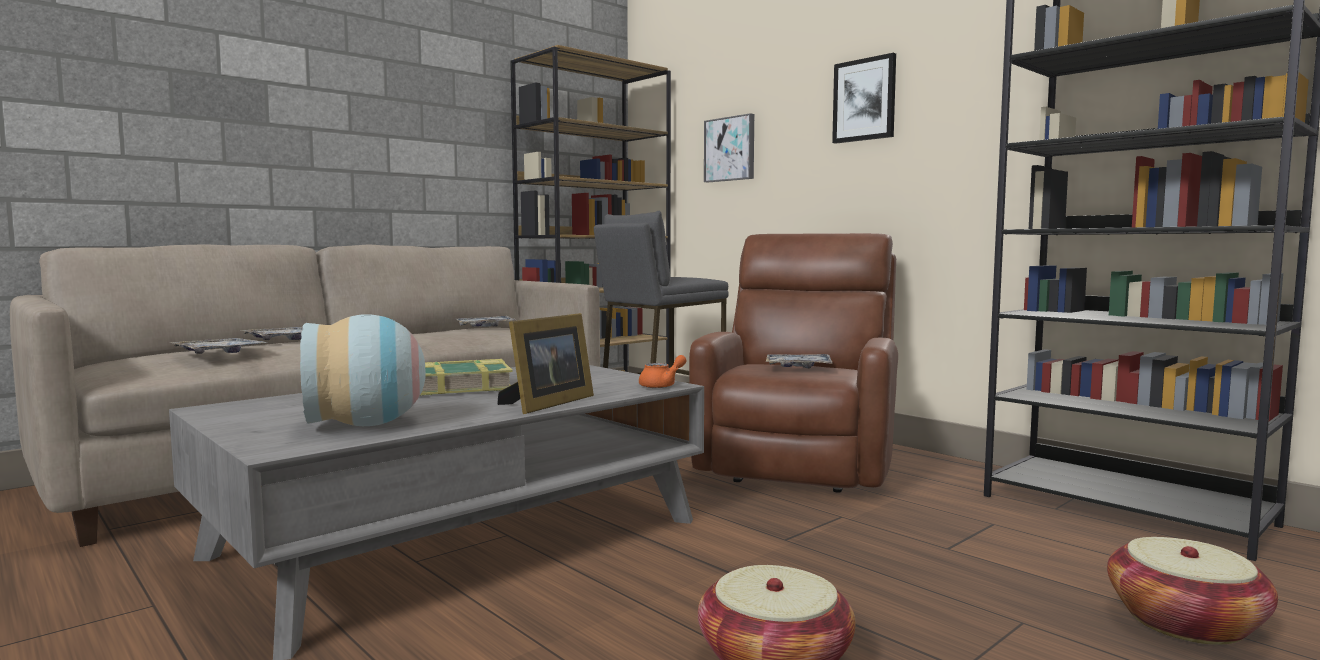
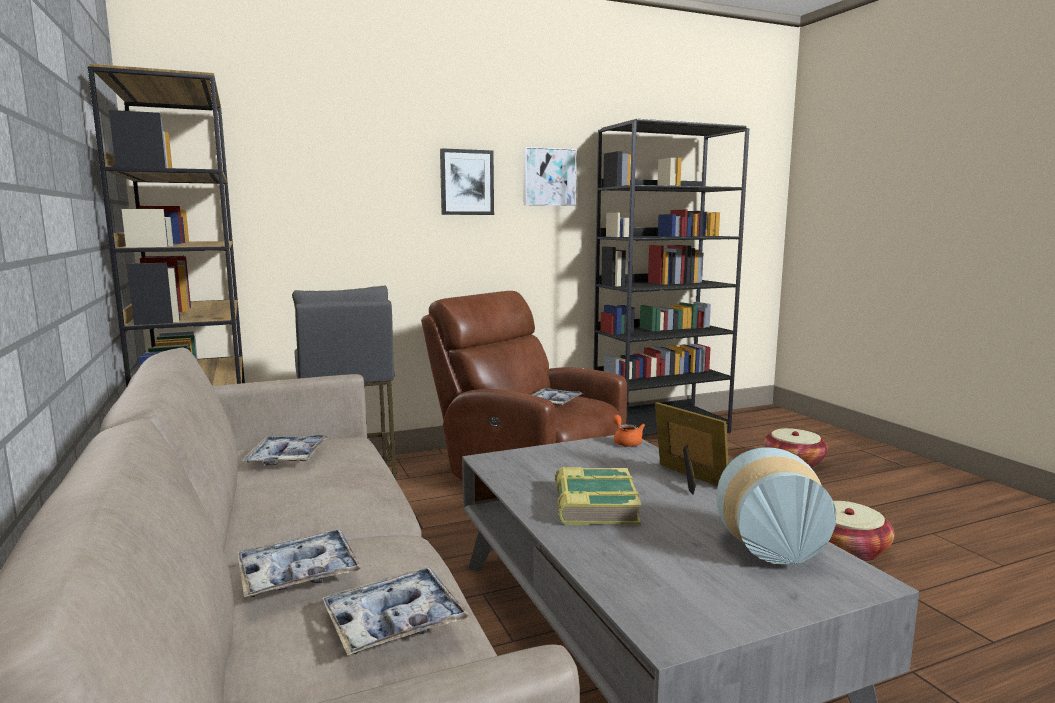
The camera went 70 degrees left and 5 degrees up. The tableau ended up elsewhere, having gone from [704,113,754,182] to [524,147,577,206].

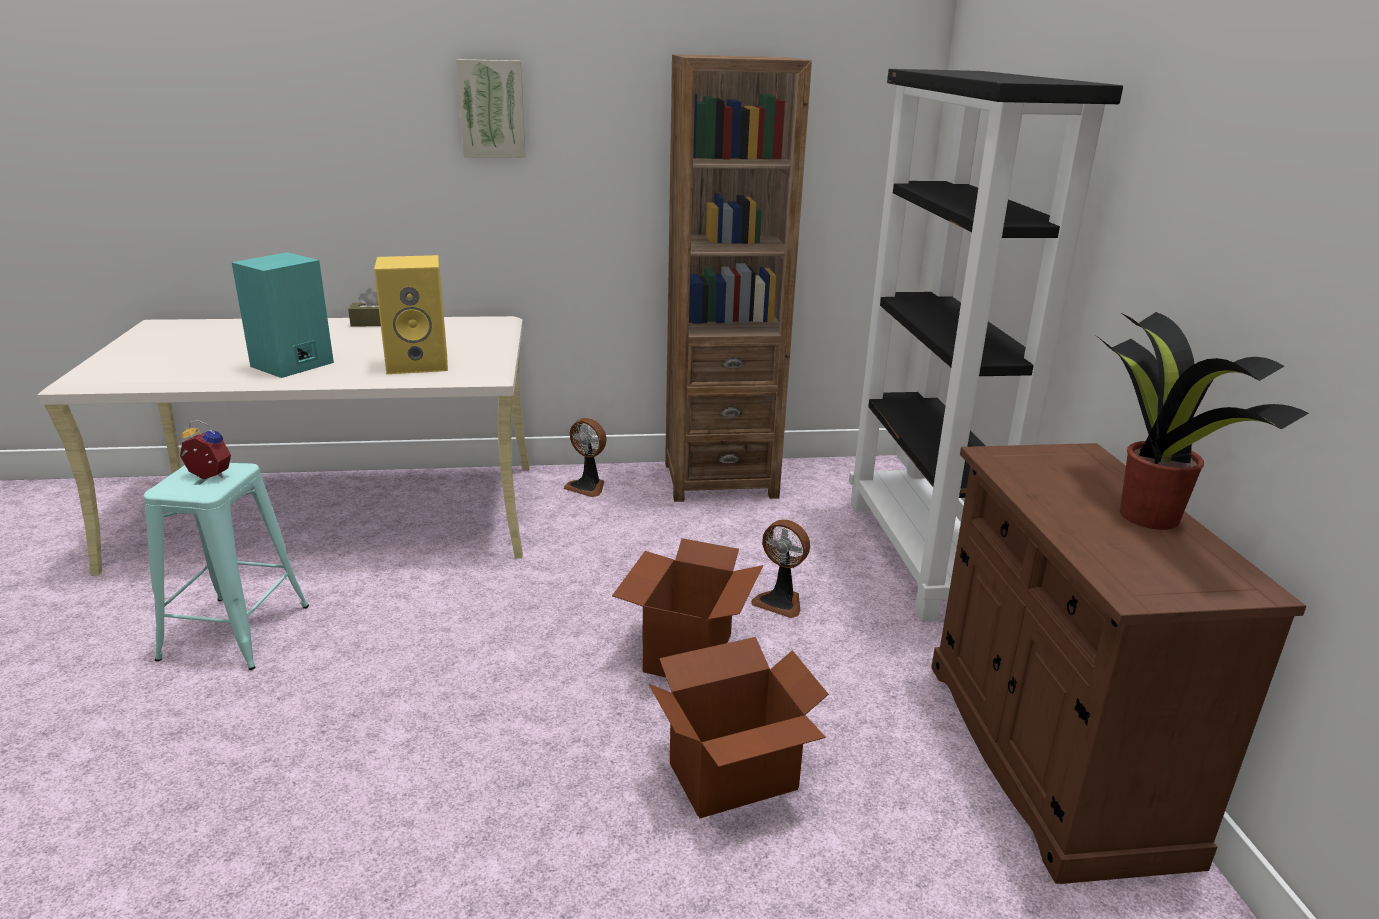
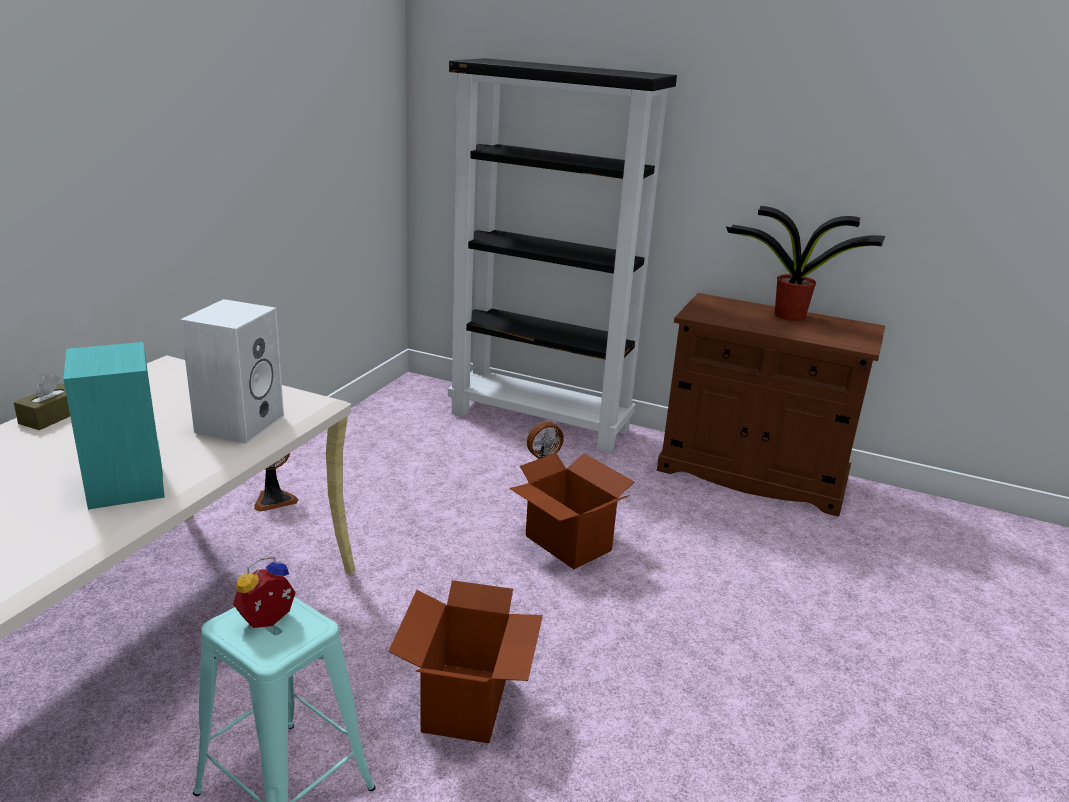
The camera went 60 degrees left and 0 degrees up. The second view lost the bibliothèque (marron) at [665,54,812,502]. The second view lost the tableau at [456,59,525,158]. What was the enceinte (jaune) at [374,255,448,374] turned into the enceinte (blanc) at [180,299,284,444]. The carton ended up elsewhere, having gone from [648,637,829,818] to [388,580,543,743].

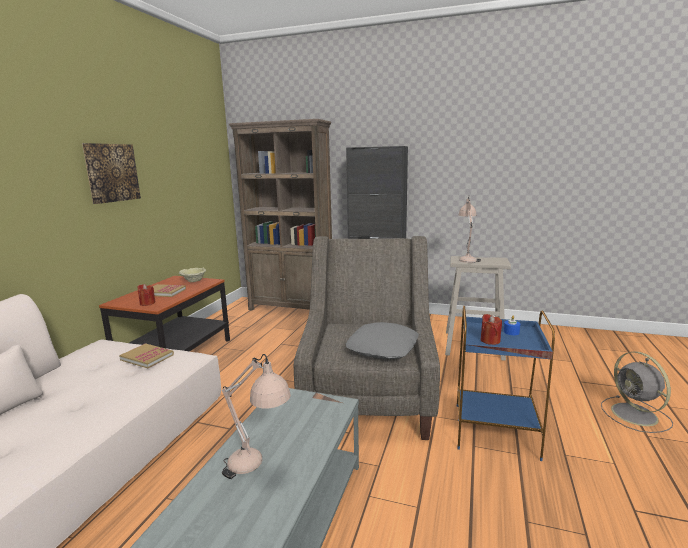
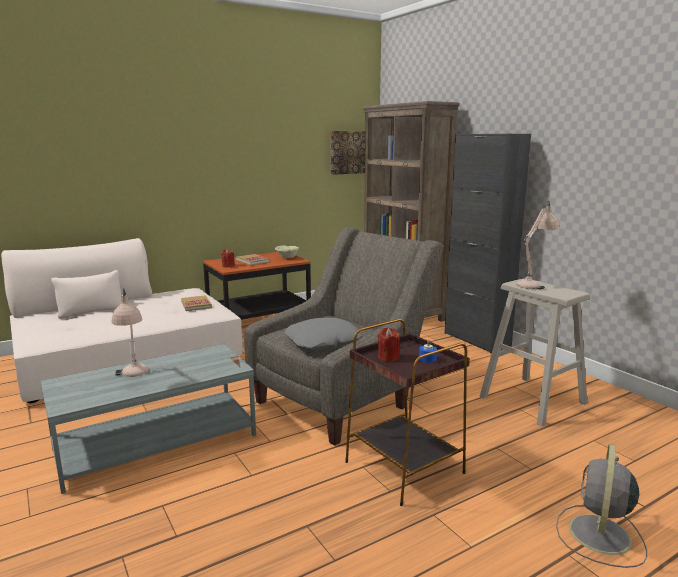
The camera went 40 degrees right and 0 degrees up. The tableau ended up elsewhere, having gone from [82,143,141,204] to [330,131,365,175]. What was the table d'appoint (bleu) at [457,306,555,461] turned into the table d'appoint (marron) at [345,319,470,506].

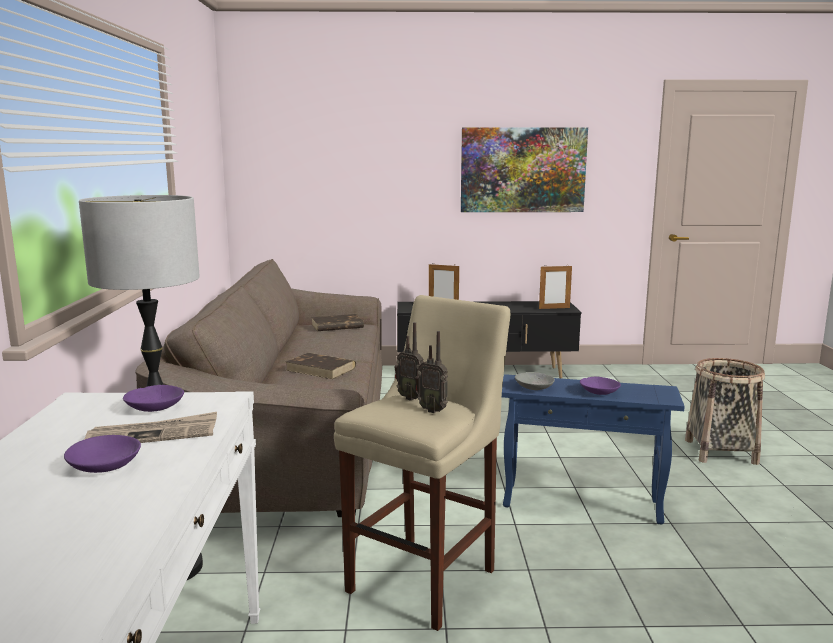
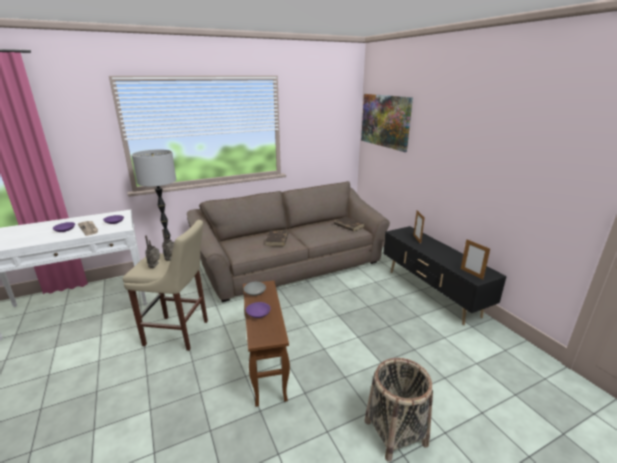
The camera went 65 degrees right and 10 degrees up. The tableau ended up elsewhere, having gone from [461,127,588,212] to [361,94,413,152]. What was the table d'appoint (bleu) at [502,374,685,525] turned into the table d'appoint (marron) at [243,281,290,407].

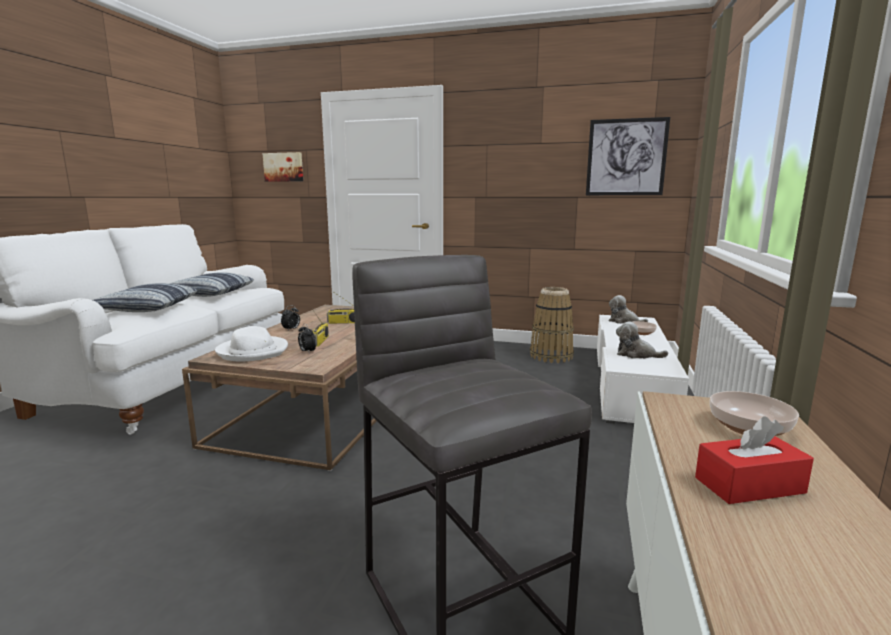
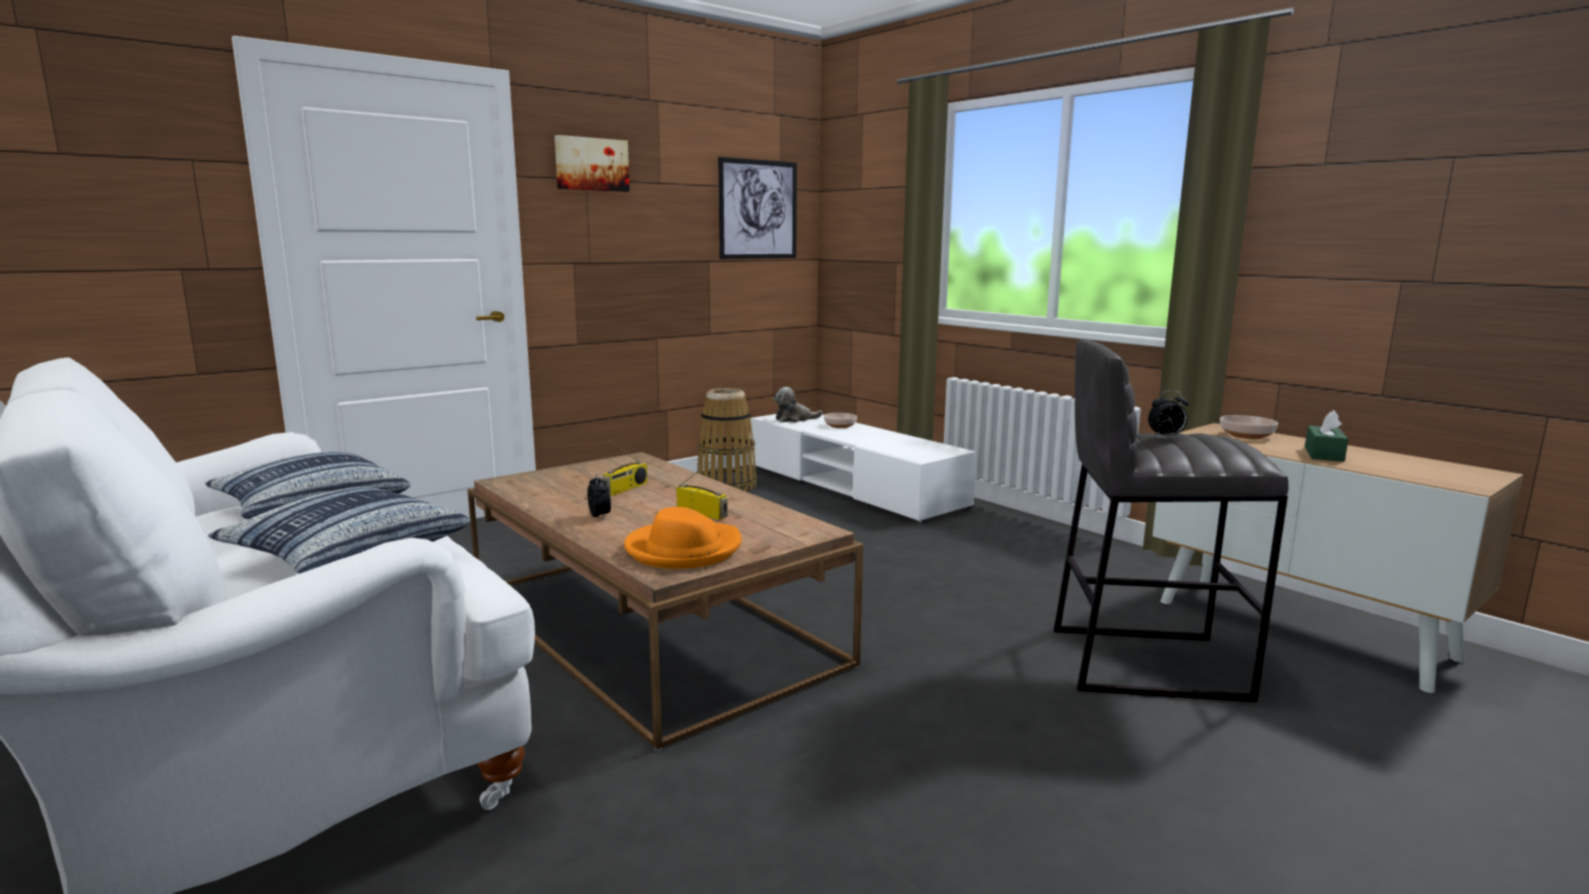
The camera went 55 degrees left and 0 degrees up. The tableau ended up elsewhere, having gone from [262,152,303,182] to [555,135,630,192]. The second view lost the peluche at [616,321,668,358]. The réveil ended up elsewhere, having gone from [298,324,316,354] to [1148,390,1189,437]. What was the chapeau (blanc) at [215,326,288,361] turned into the chapeau (orange) at [624,507,741,569]. What was the boîte à mouchoirs (rouge) at [695,416,814,504] turned into the boîte à mouchoirs (vert) at [1305,410,1348,462].

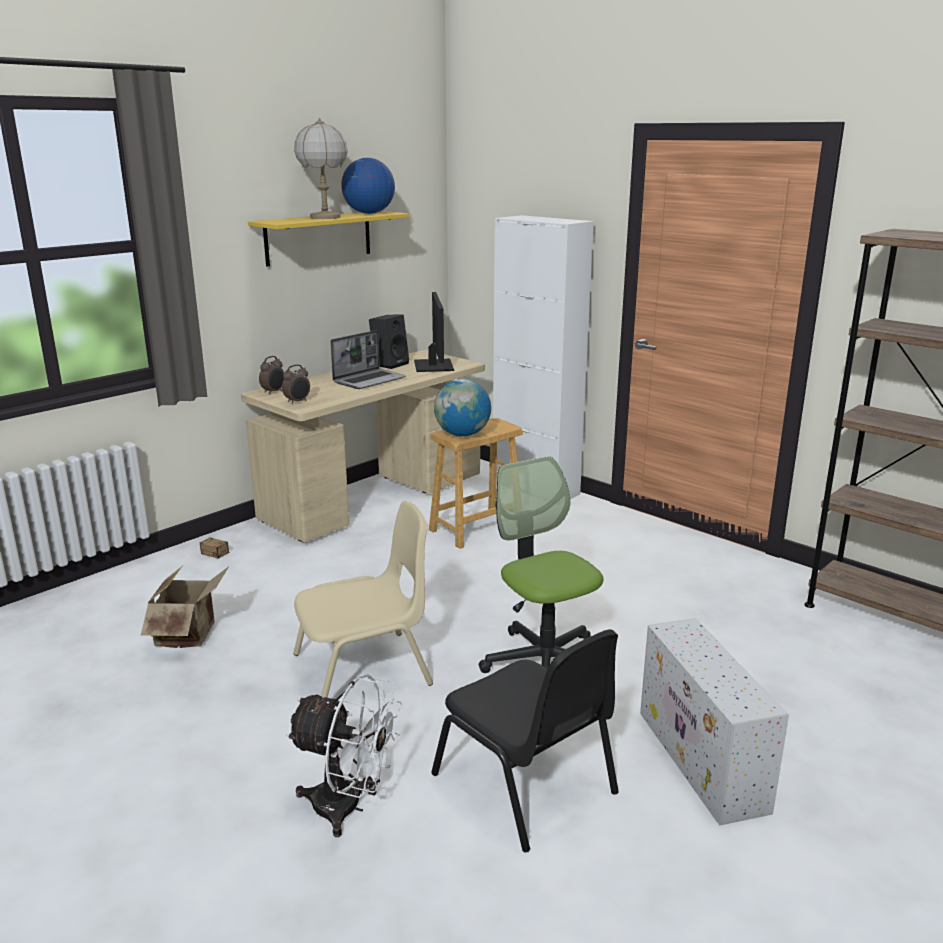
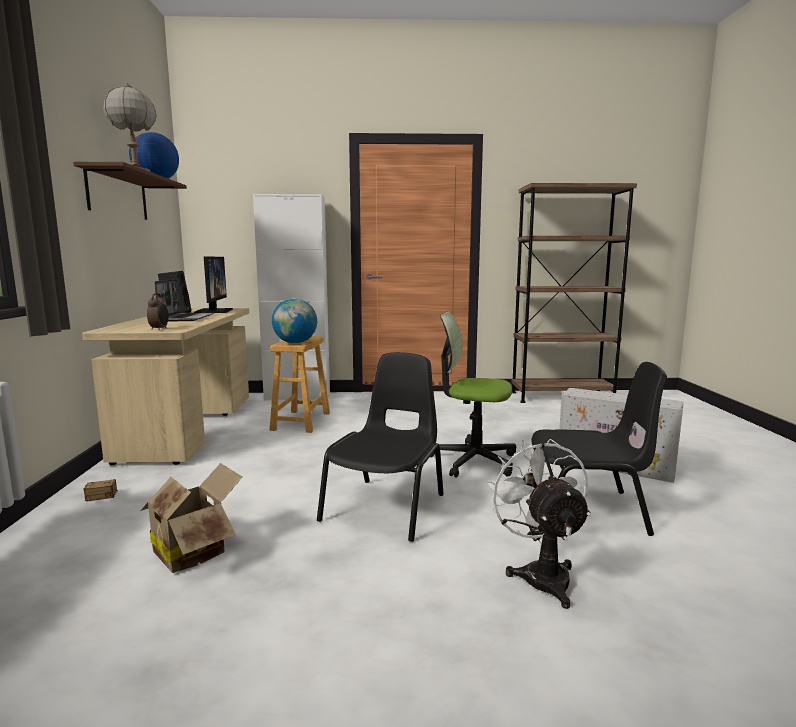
The camera went 45 degrees left and 10 degrees down. What was the étagère (jaune) at [248,211,409,266] turned into the étagère (marron) at [73,162,187,220]. The écran d'ordinateur at [414,292,454,372] ended up facing another way, 45 degrees clockwise from before. The second view lost the réveil at [259,356,284,394]. What was the chaise (beige) at [293,501,433,698] turned into the chaise (noir) at [317,352,444,542]. The ventilateur (blanc) at [285,674,402,837] ended up facing another way, 75 degrees counterclockwise from before.

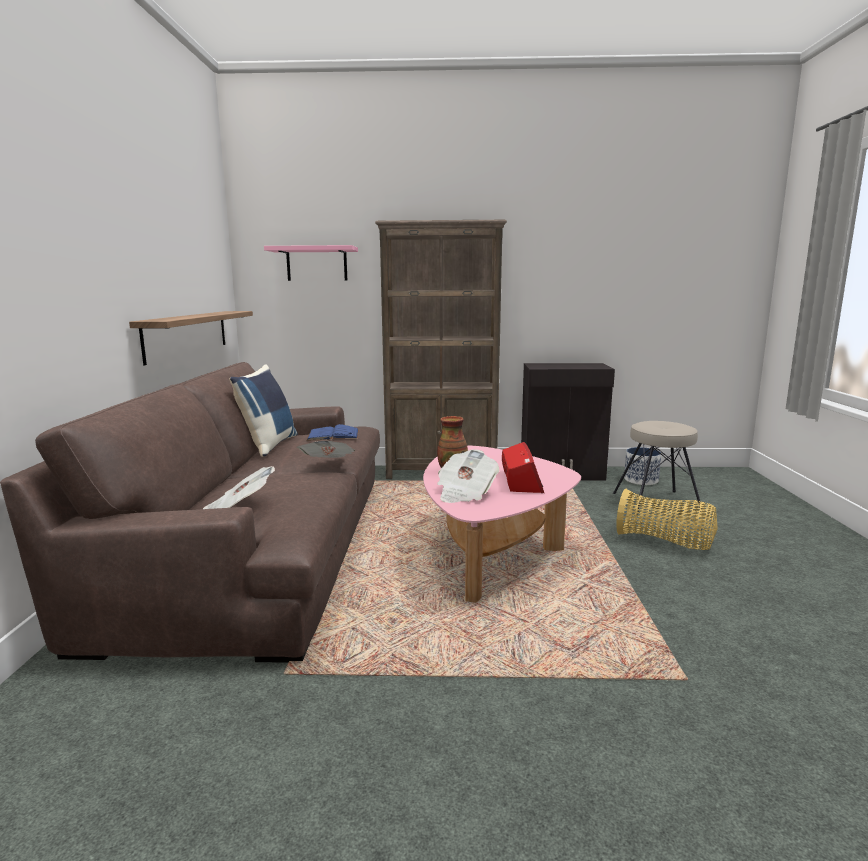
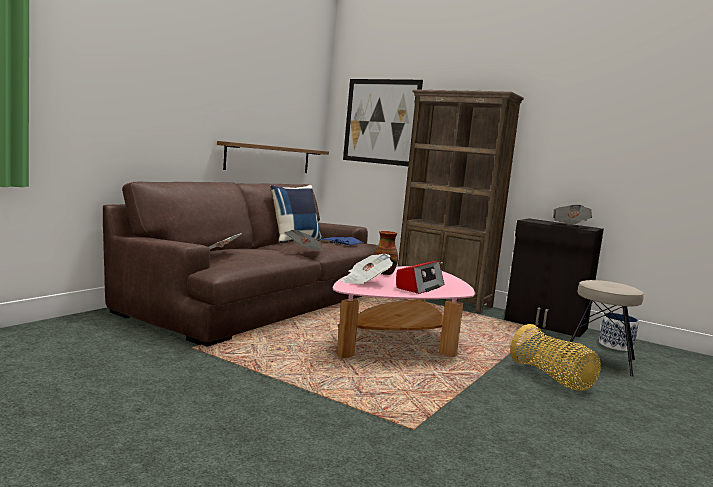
The camera went 30 degrees right and 5 degrees down. Where the étagère (rose) hung at [264,245,358,281], the tableau came to hang at [343,79,423,166]. The second view gained the journal at [553,205,592,224].

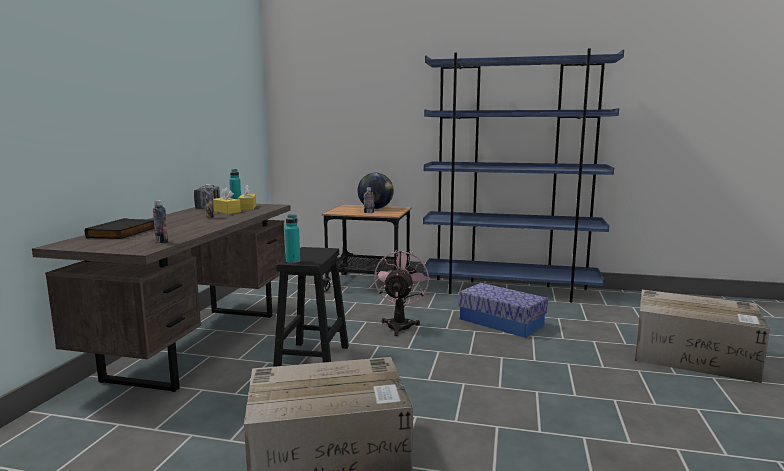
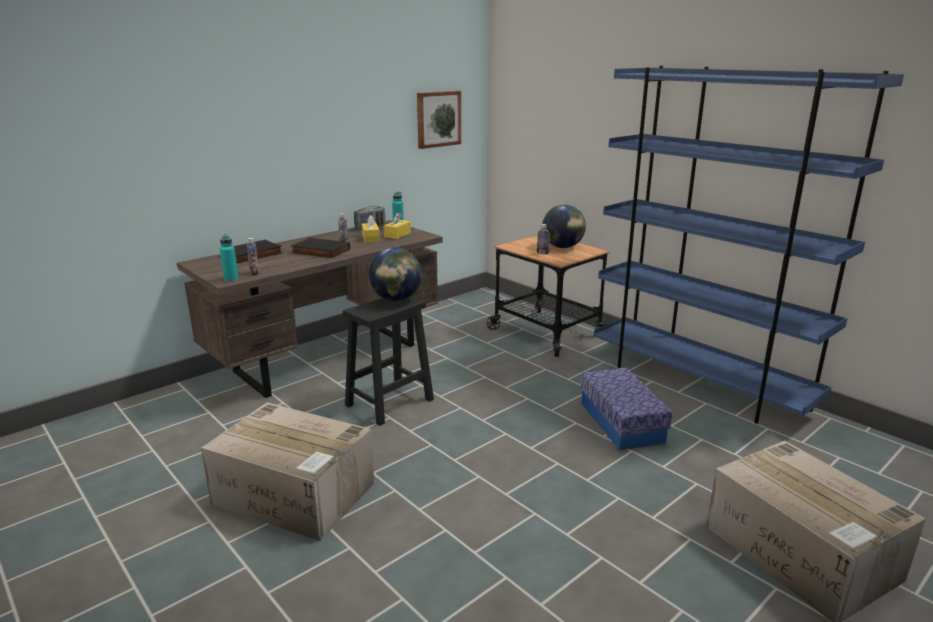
The camera went 35 degrees right and 10 degrees up. The bouteille (turquoise) ended up elsewhere, having gone from [285,214,300,263] to [220,234,239,282]. The second view lost the ventilateur (rose) at [374,251,430,336]. The second view gained the tableau at [417,91,461,149]. The second view gained the livre (noir) at [291,238,350,258]. The second view gained the globe at [368,247,422,301].

